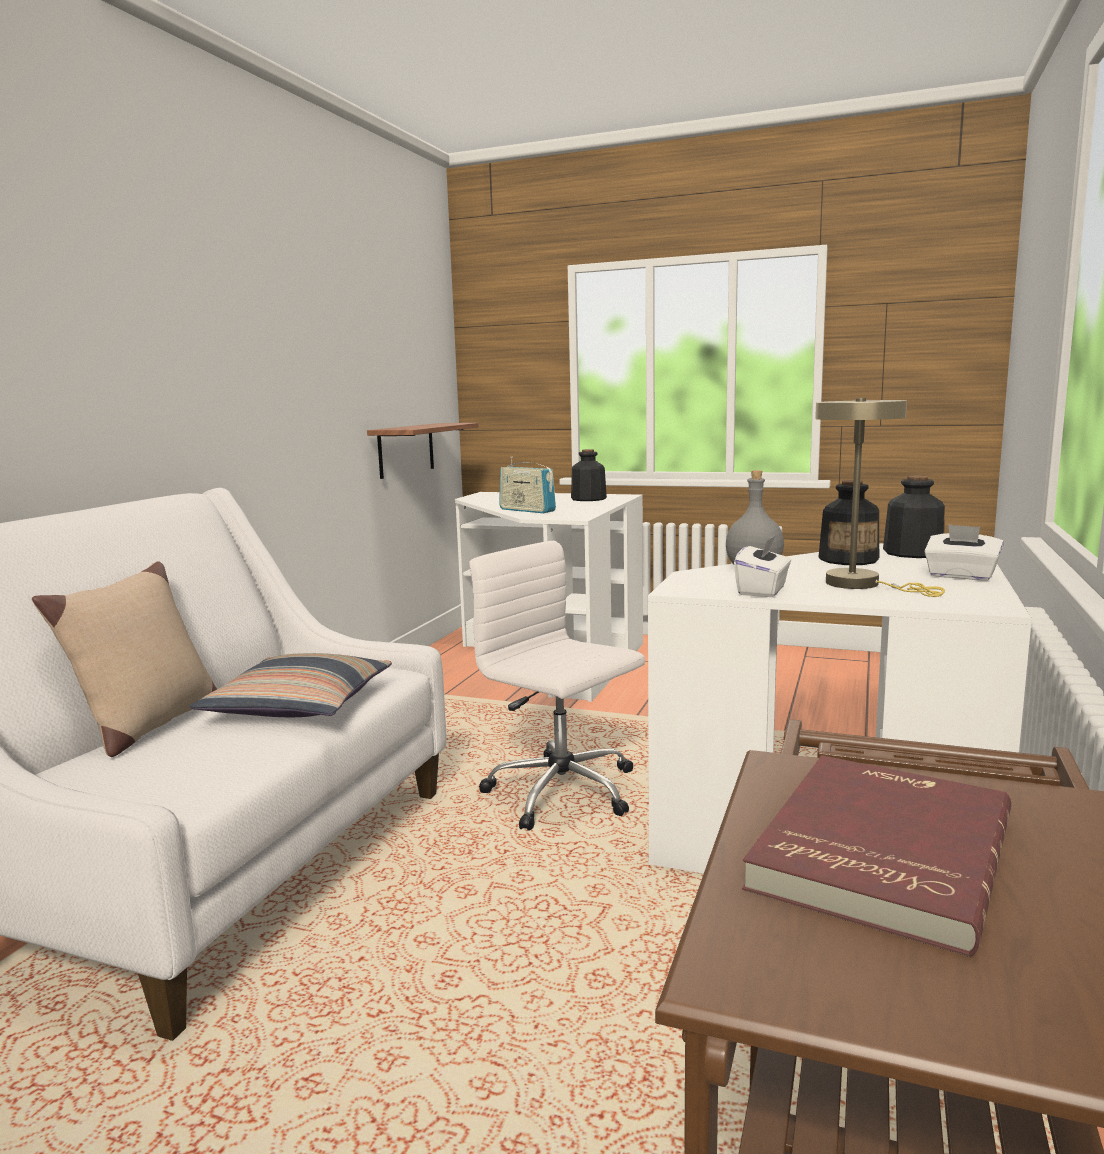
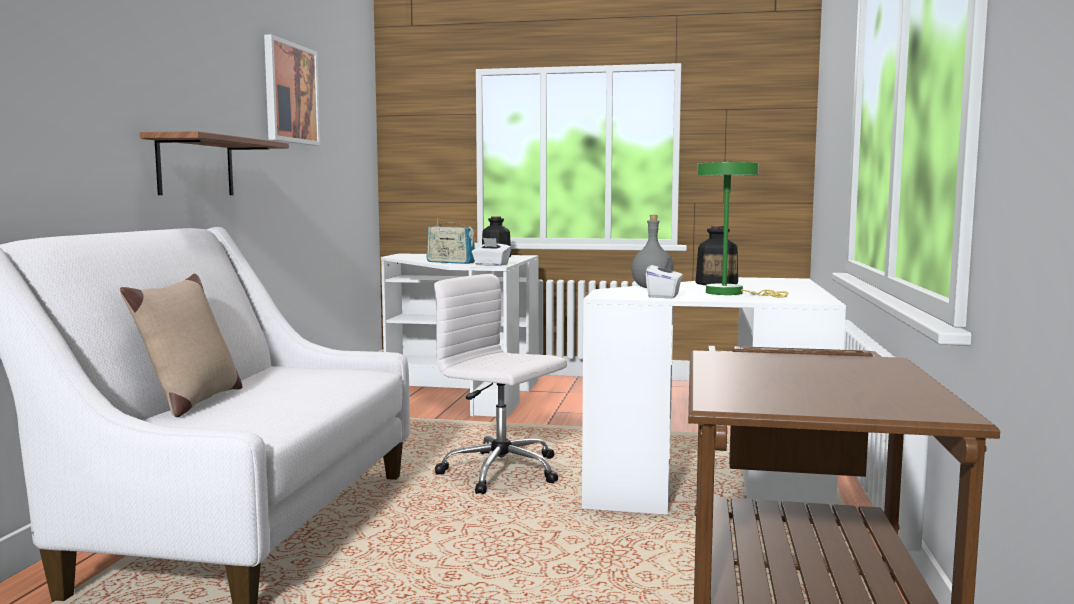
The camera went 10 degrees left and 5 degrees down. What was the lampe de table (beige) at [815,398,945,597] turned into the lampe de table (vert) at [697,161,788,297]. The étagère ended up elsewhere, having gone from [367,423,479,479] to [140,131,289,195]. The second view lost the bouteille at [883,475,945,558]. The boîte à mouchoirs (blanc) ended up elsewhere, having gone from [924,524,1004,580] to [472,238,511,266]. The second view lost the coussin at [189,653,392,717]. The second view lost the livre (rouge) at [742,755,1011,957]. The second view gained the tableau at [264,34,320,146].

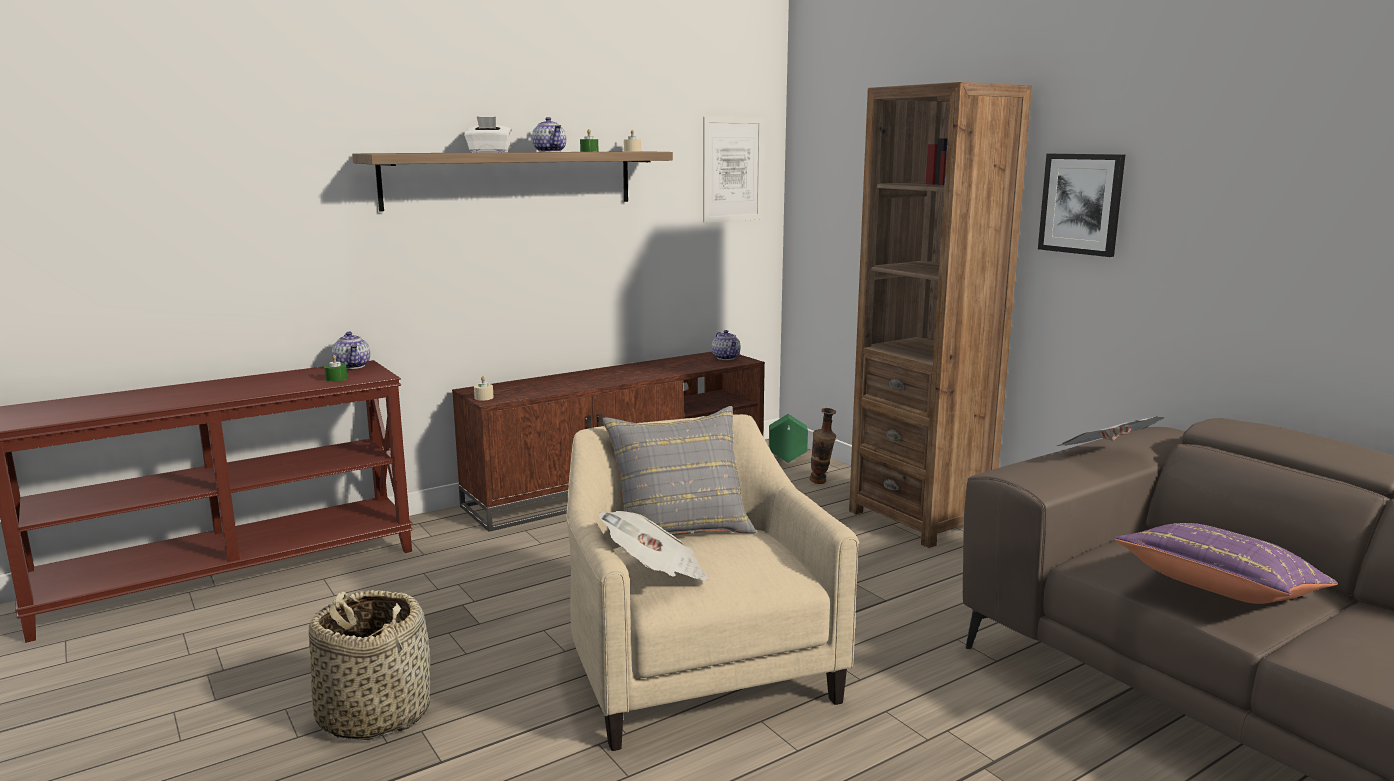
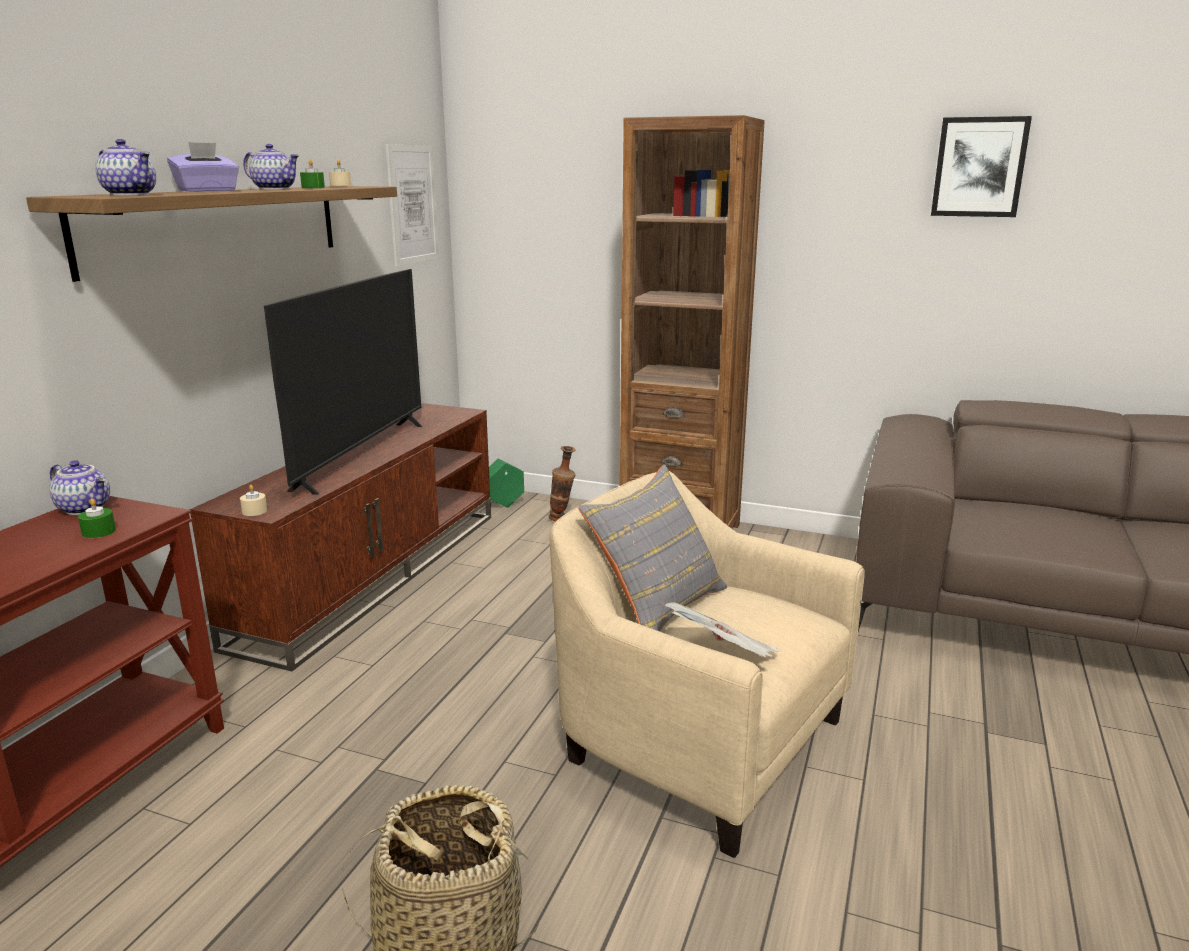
The camera went 35 degrees left and 5 degrees up. What was the boîte à mouchoirs (blanc) at [464,116,512,152] turned into the boîte à mouchoirs (violet) at [167,142,239,192]. The tableau ended up elsewhere, having gone from [1038,154,1125,257] to [931,116,1032,217]. The théière ended up elsewhere, having gone from [712,330,740,360] to [95,139,156,195]. The second view lost the journal at [1057,416,1165,446]. The second view lost the coussin (violet) at [1114,523,1338,604]. The second view gained the téléviseur at [264,269,423,495].

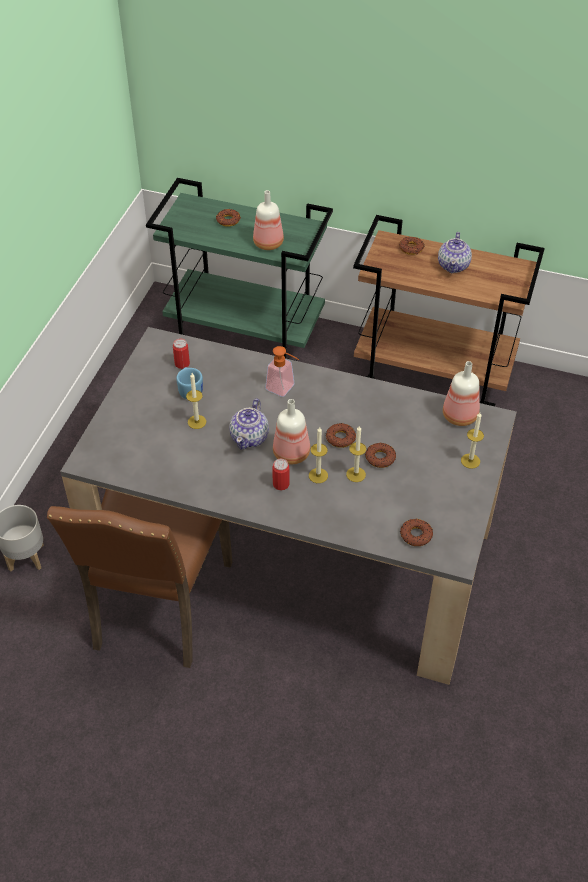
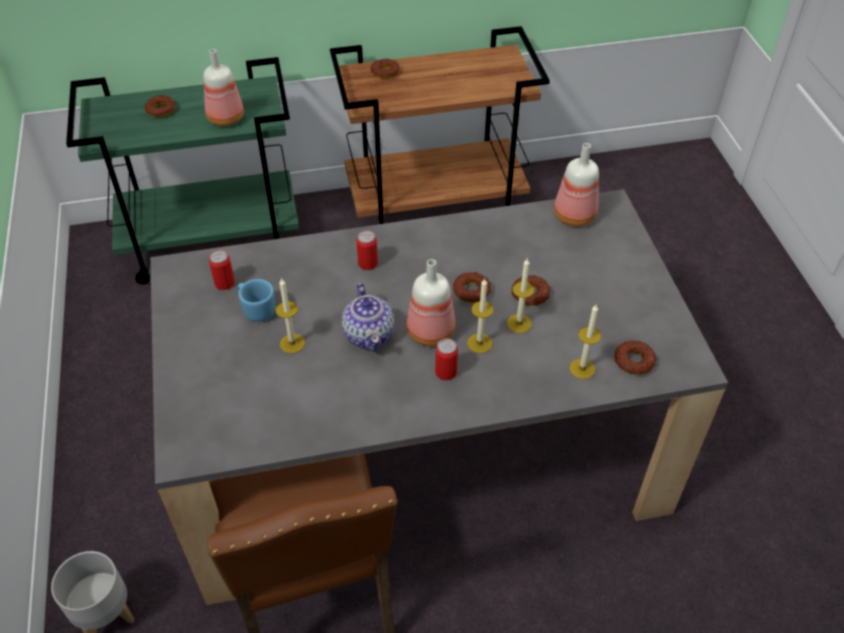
The camera went 30 degrees left and 0 degrees up. The second view lost the théière at [438,232,472,274]. Where the distributeur de savon stood at [265,346,299,397], the boîte métallique came to stand at [356,230,378,270]. The bougie ended up elsewhere, having gone from [461,412,484,469] to [569,305,601,379].

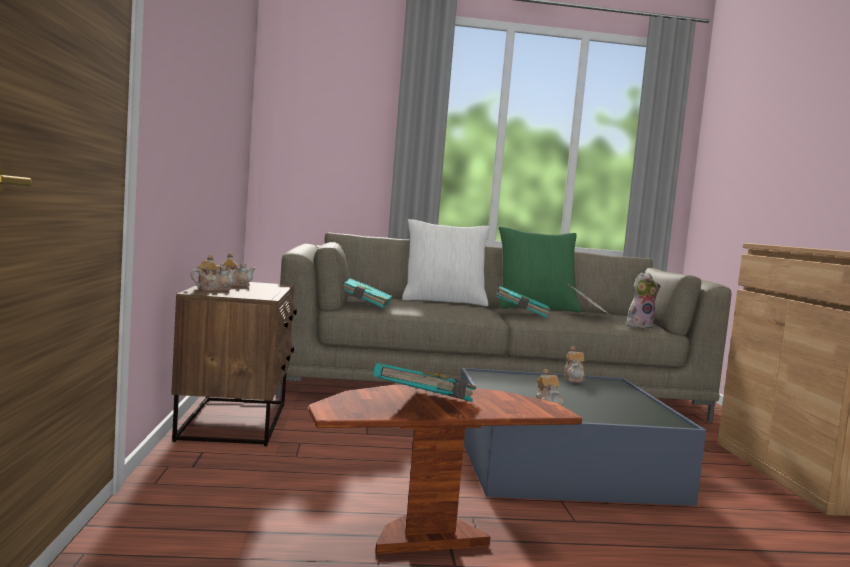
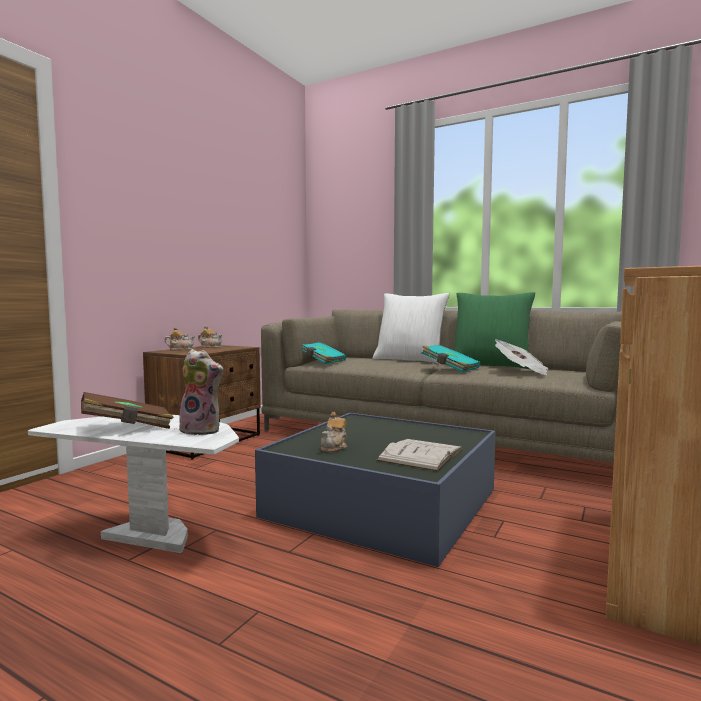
The camera went 35 degrees right and 0 degrees up. The peluche ended up elsewhere, having gone from [627,272,661,329] to [179,349,224,435]. The second view lost the théière at [564,346,585,383]. What was the livre (turquoise) at [374,363,477,402] turned into the livre (marron) at [81,392,174,429]. What was the table d'appoint (marron) at [308,385,582,554] turned into the table d'appoint (blanc) at [28,415,239,553]. The second view gained the livre (blanc) at [376,439,463,471].

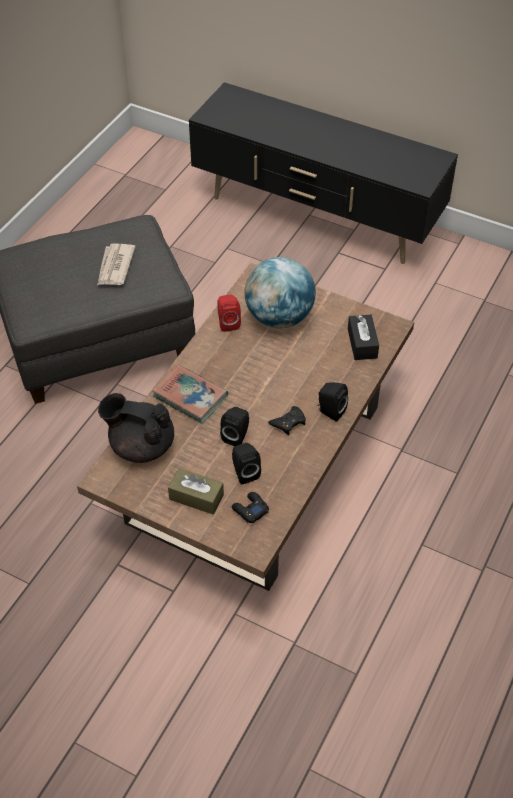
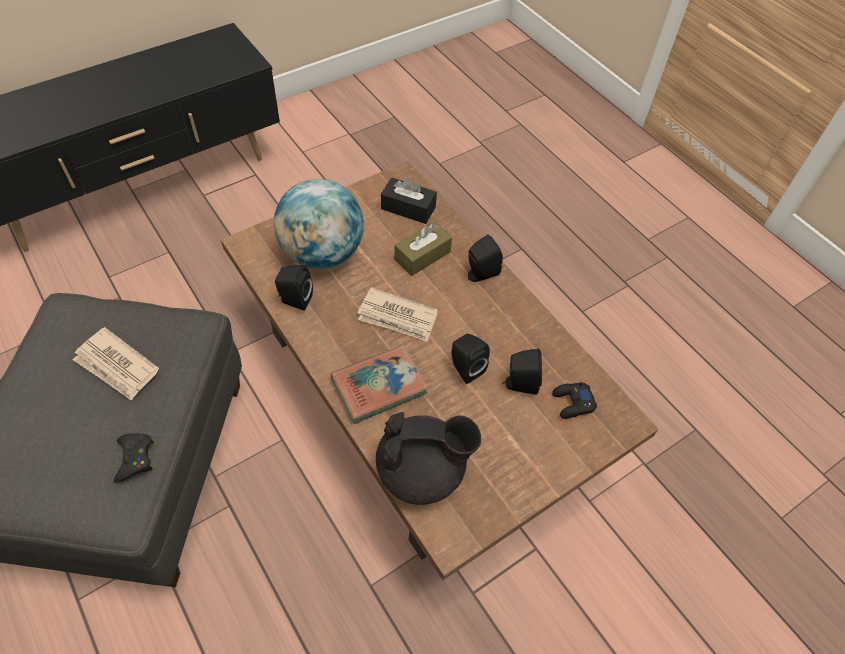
The camera went 65 degrees left and 5 degrees up. What was the enceinte (rouge) at [217,295,241,332] turned into the enceinte (noir) at [275,265,313,311]. The théière (noir) at [98,393,174,463] ended up facing another way, 135 degrees counterclockwise from before. The manette (noir) ended up elsewhere, having gone from [268,406,306,435] to [114,433,154,482]. The boîte à mouchoirs (marron) ended up elsewhere, having gone from [168,468,224,514] to [394,221,452,276]. The second view gained the journal at [358,287,438,342].

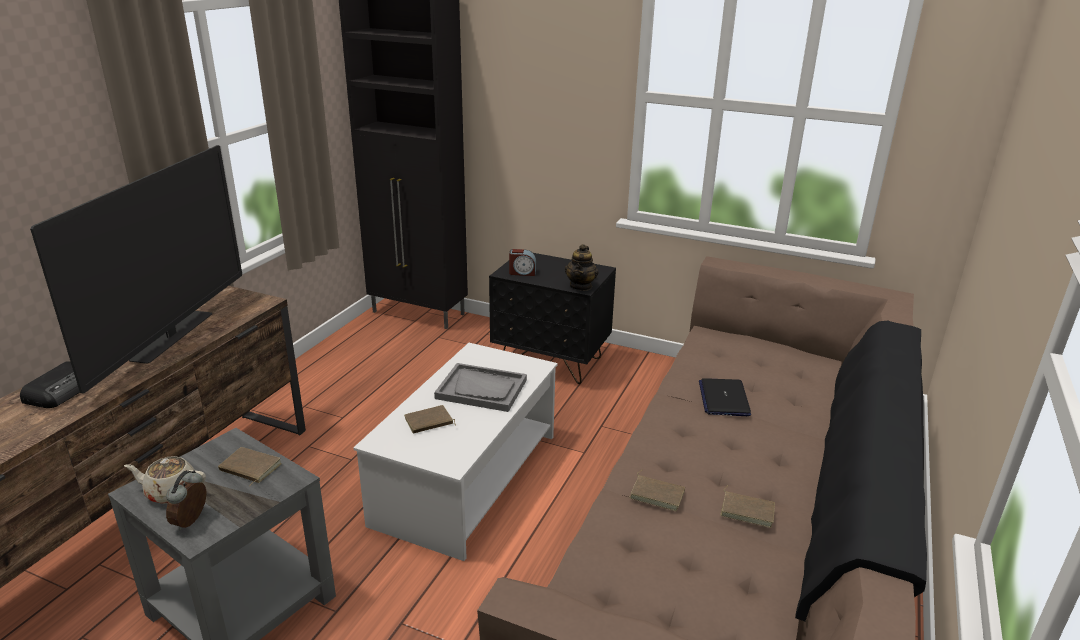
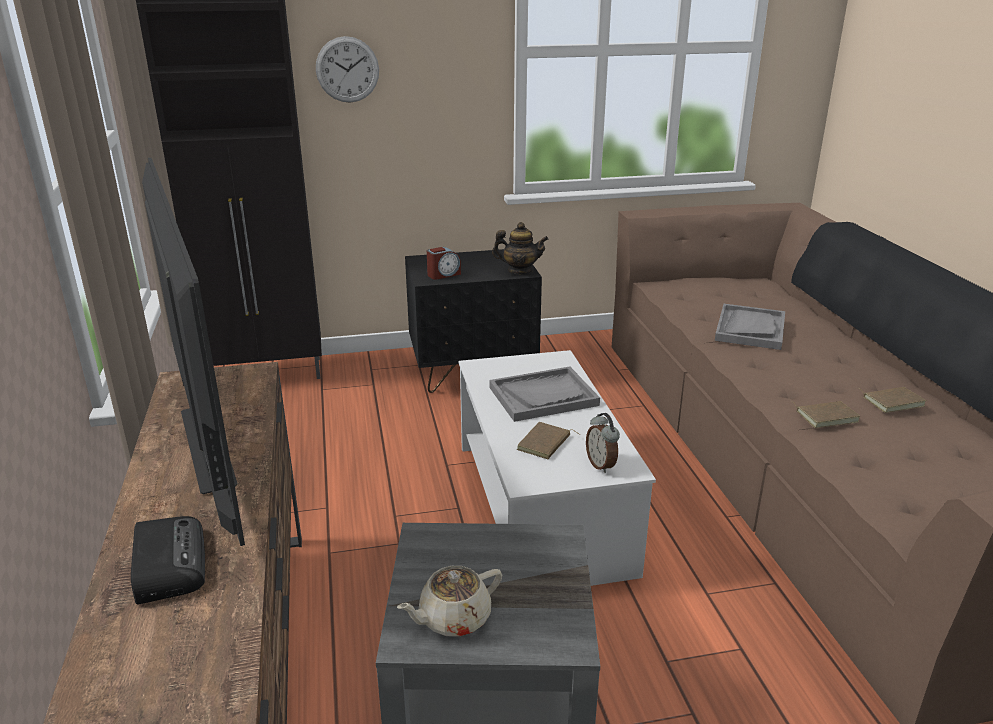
The camera went 35 degrees left and 0 degrees up. The théière at [565,244,599,291] ended up facing another way, 60 degrees counterclockwise from before. Where the ordinateur portable stood at [699,378,751,416], the plateau (gris) came to stand at [715,304,785,350]. The second view lost the livre (marron) at [218,447,282,486]. The réveil ended up elsewhere, having gone from [166,470,206,531] to [586,413,620,473]. The second view gained the horloge murale at [316,36,379,103].

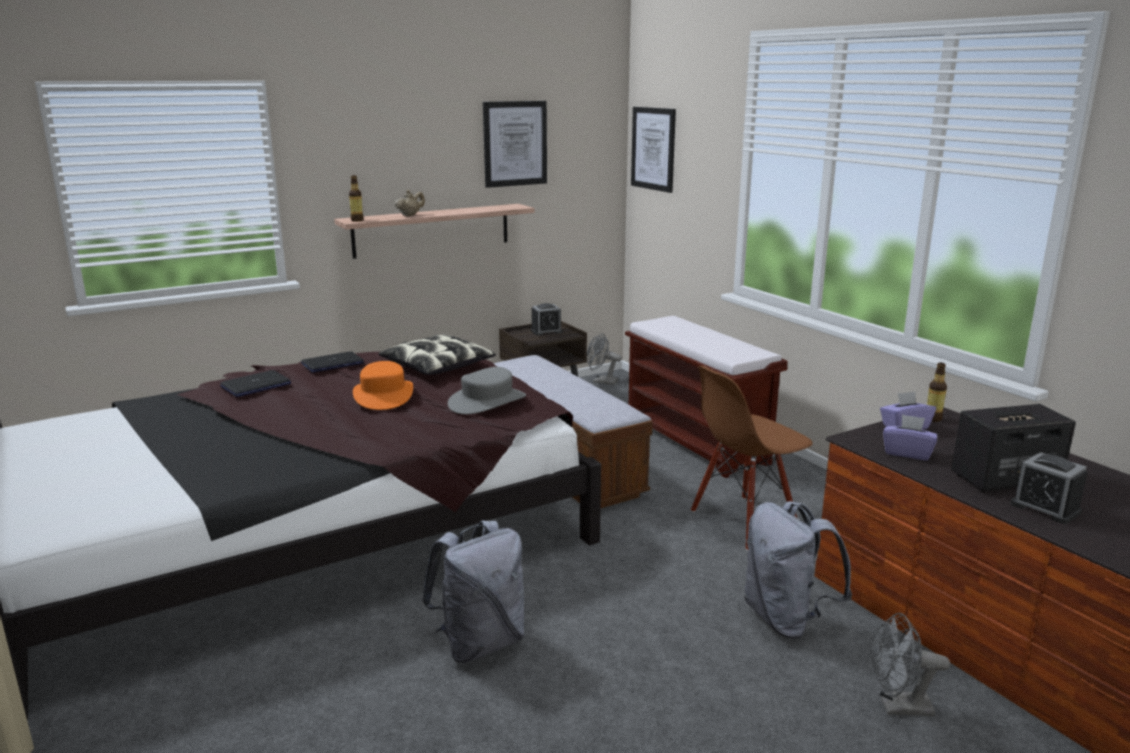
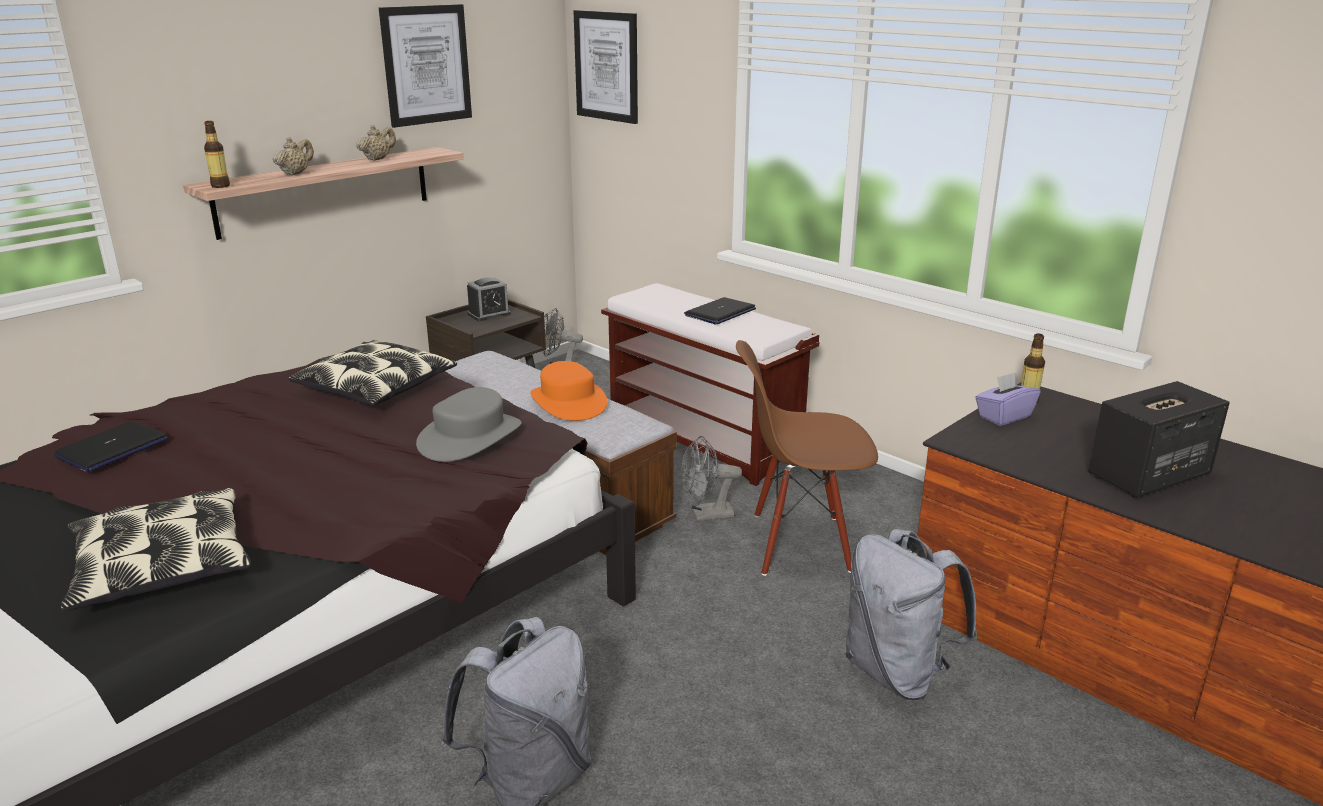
The camera went 15 degrees left and 5 degrees up. The ordinateur portable ended up elsewhere, having gone from [301,351,364,373] to [684,297,756,324]. The chapeau (orange) ended up elsewhere, having gone from [353,361,413,410] to [530,361,607,421]. The chaise (marron) at [691,366,813,551] ended up facing another way, 45 degrees clockwise from before. The second view lost the boîte à mouchoirs (violet) at [883,414,937,461]. The second view lost the réveil at [1010,452,1088,524]. The ventilateur (gris) ended up elsewhere, having gone from [872,613,950,716] to [681,436,742,521]. The second view gained the théière (beige) at [357,125,396,160]. The second view gained the coussin at [61,488,252,611].

